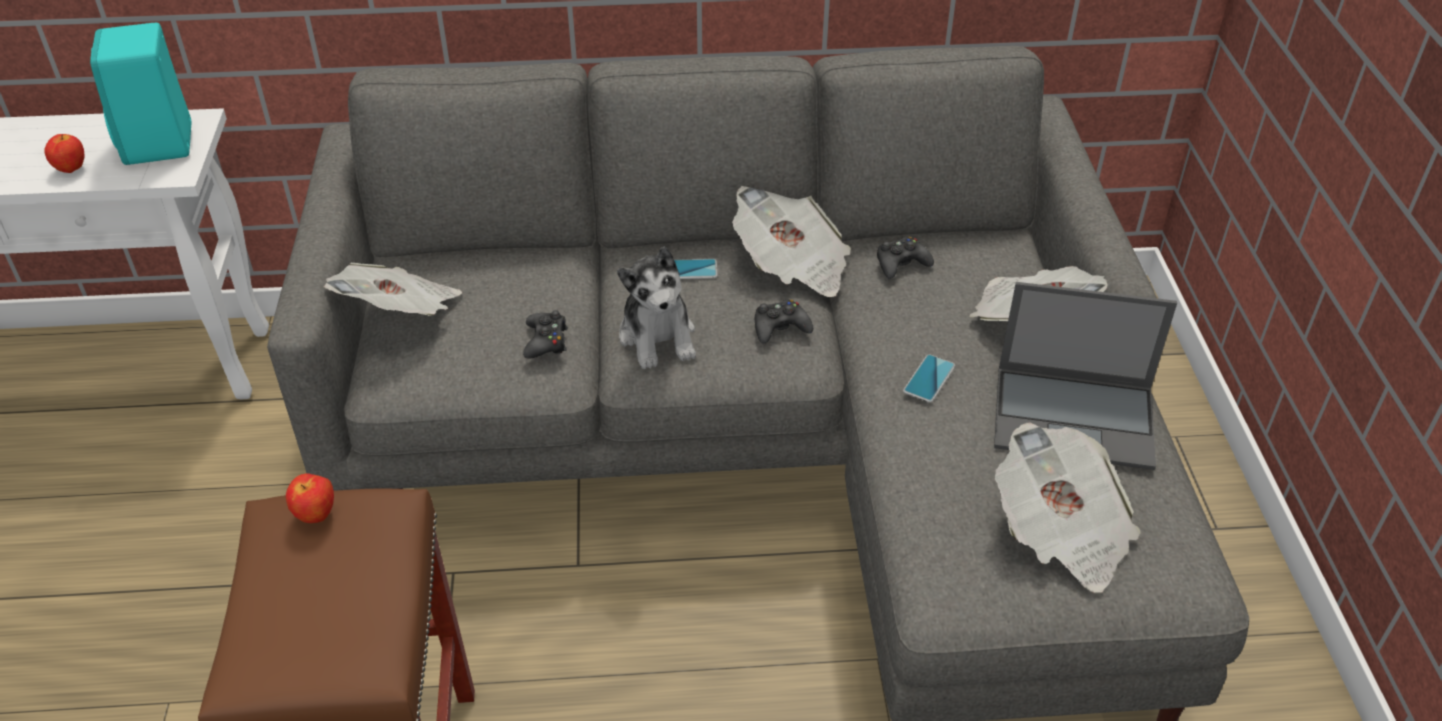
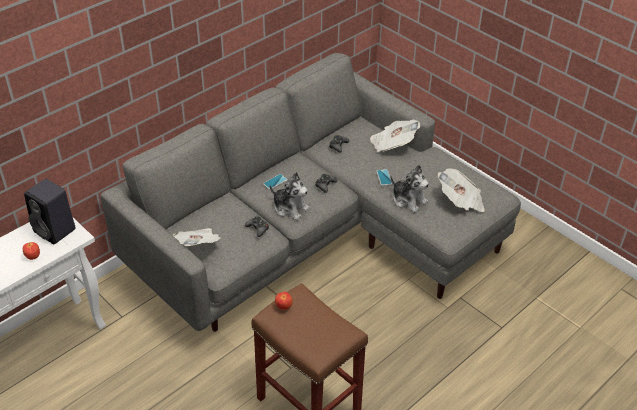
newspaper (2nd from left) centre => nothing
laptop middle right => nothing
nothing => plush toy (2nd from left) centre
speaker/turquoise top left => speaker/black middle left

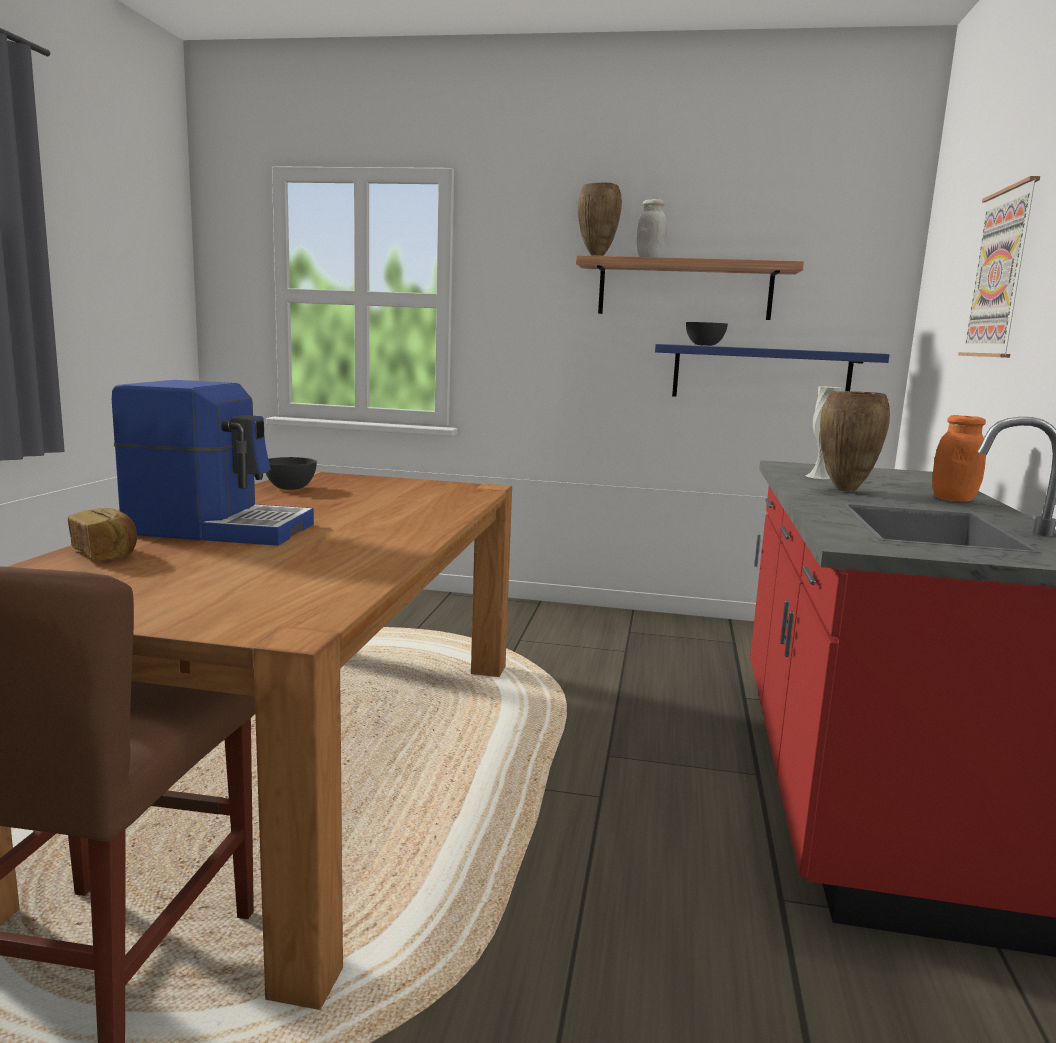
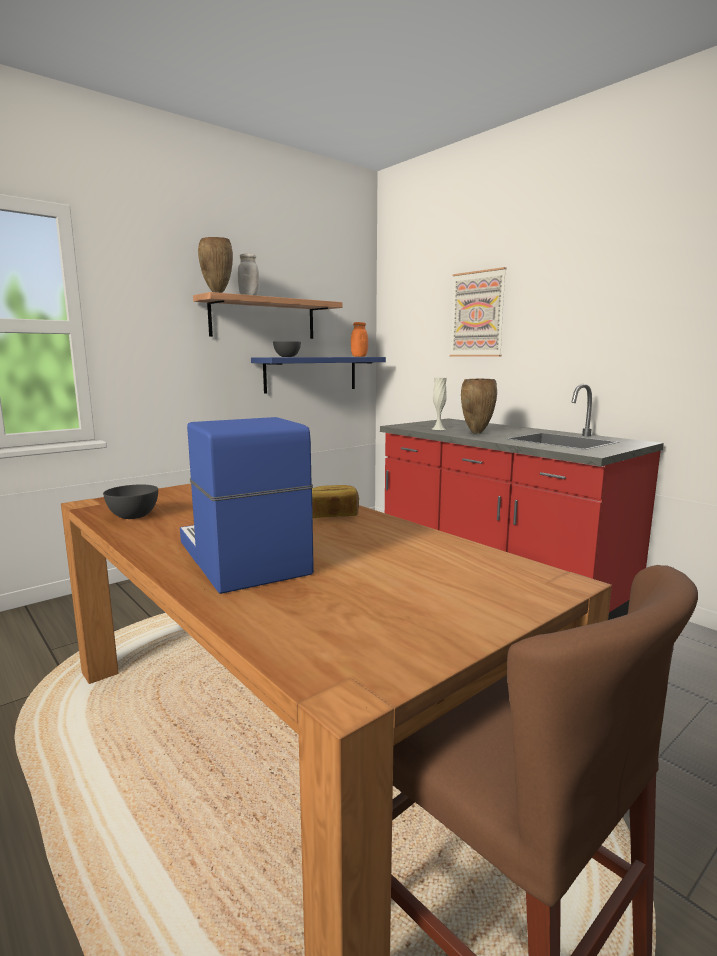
bread middle left => bread centre, moved
jar/orange middle right => jar/orange centre, moved
coffee machine middle left => coffee machine centre, 75 degrees counterclockwise

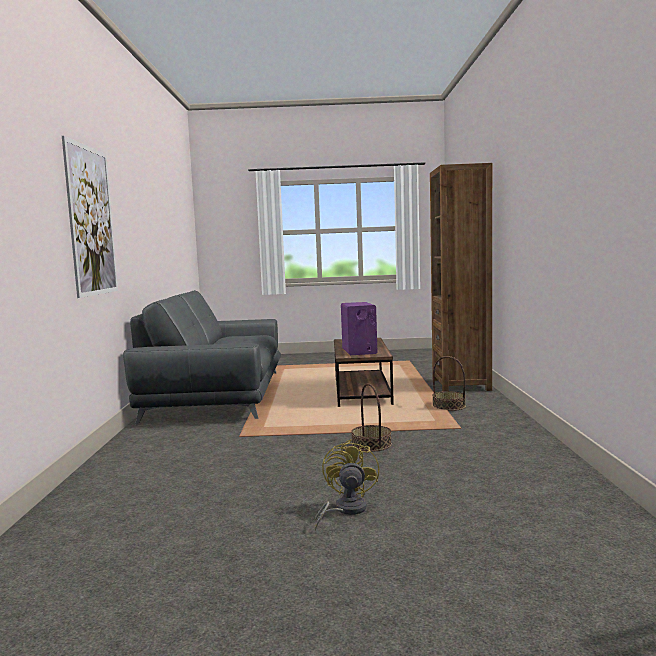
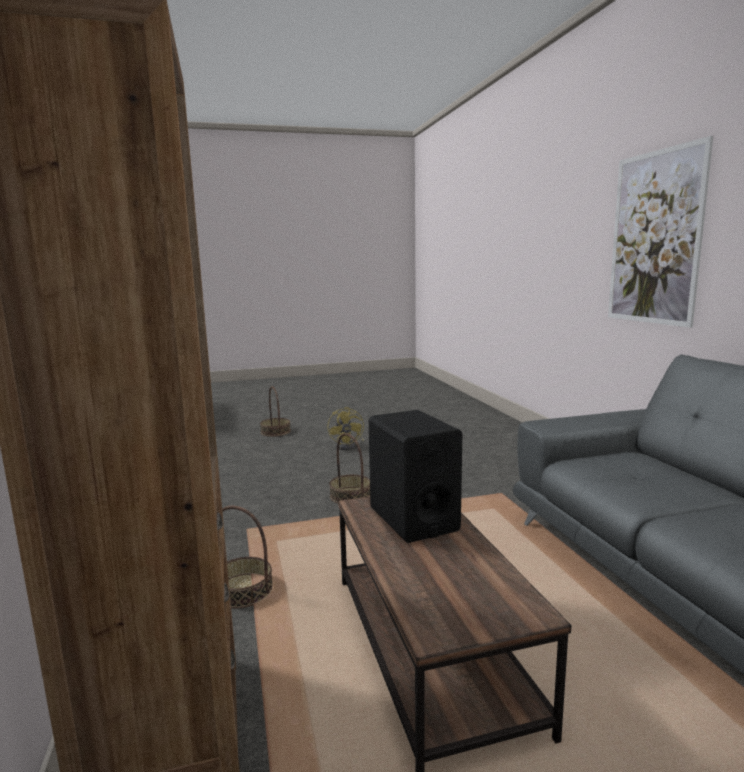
nothing => basket (2nd from left) centre
speaker/purple centre => speaker/black centre

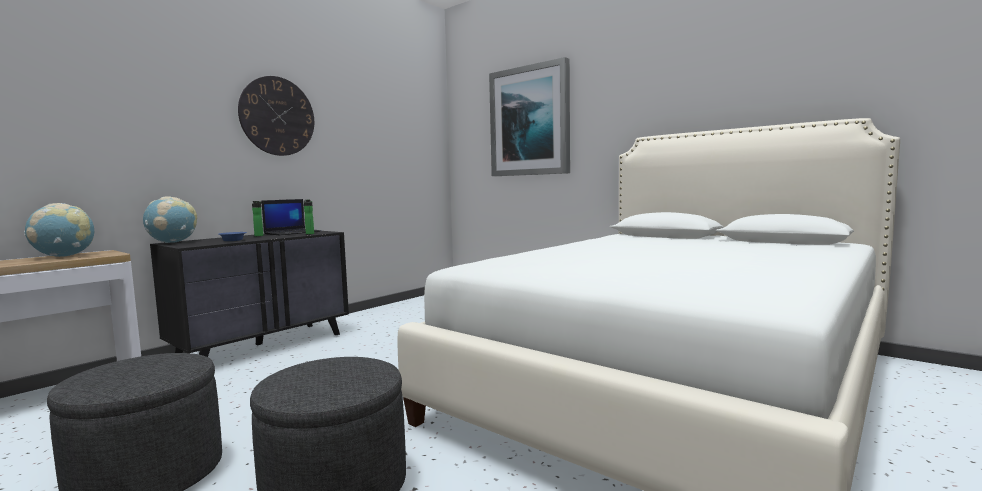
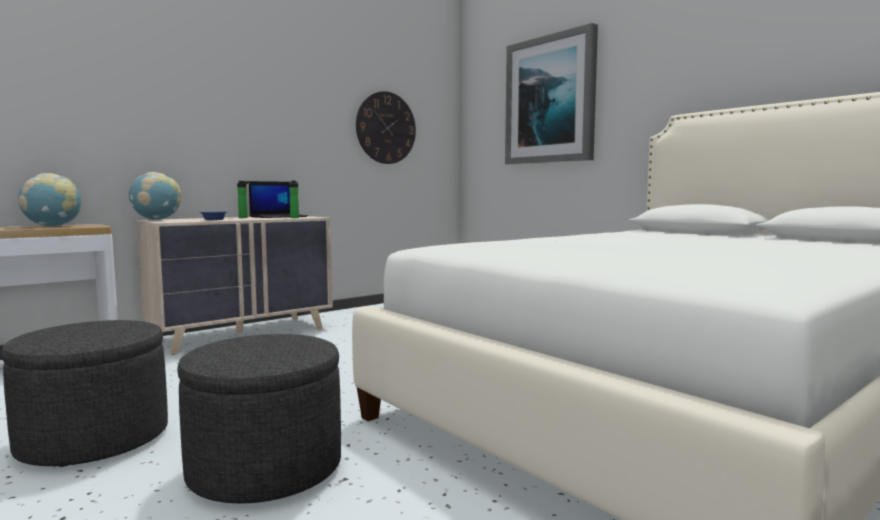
wall clock top left => wall clock top centre, moved
dresser/black middle left => dresser/beige middle left

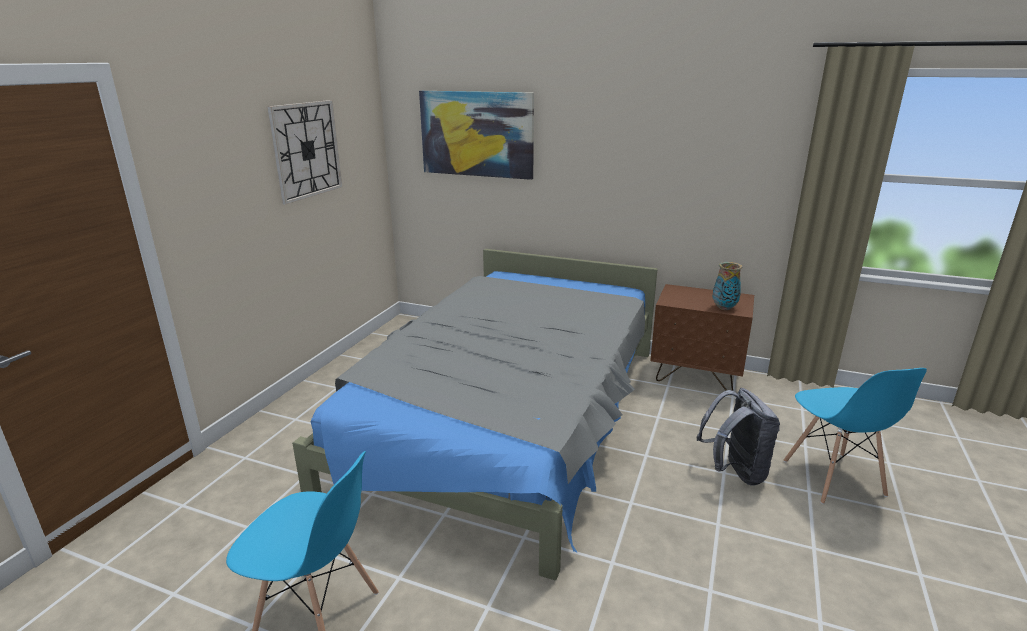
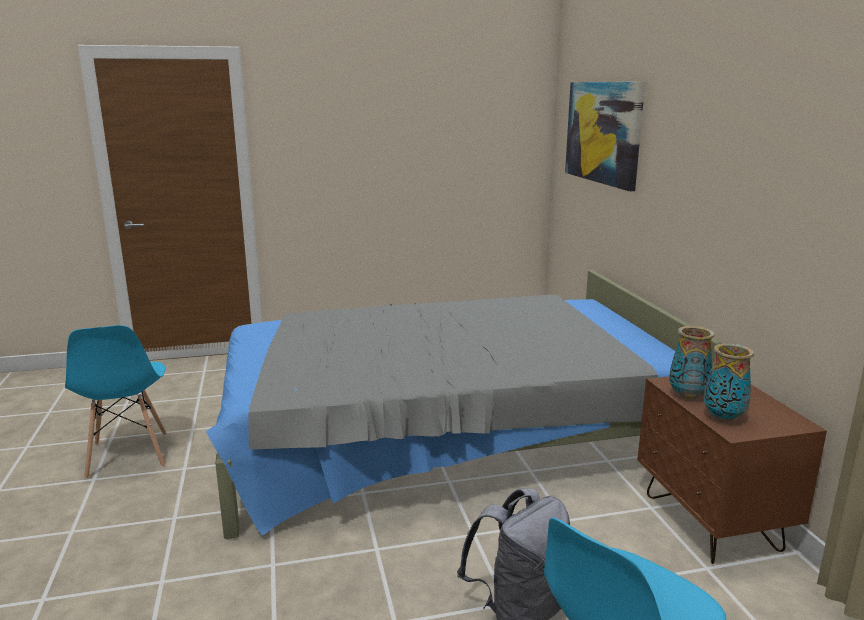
wall clock top left => nothing
nothing => vase (1st from left) middle right

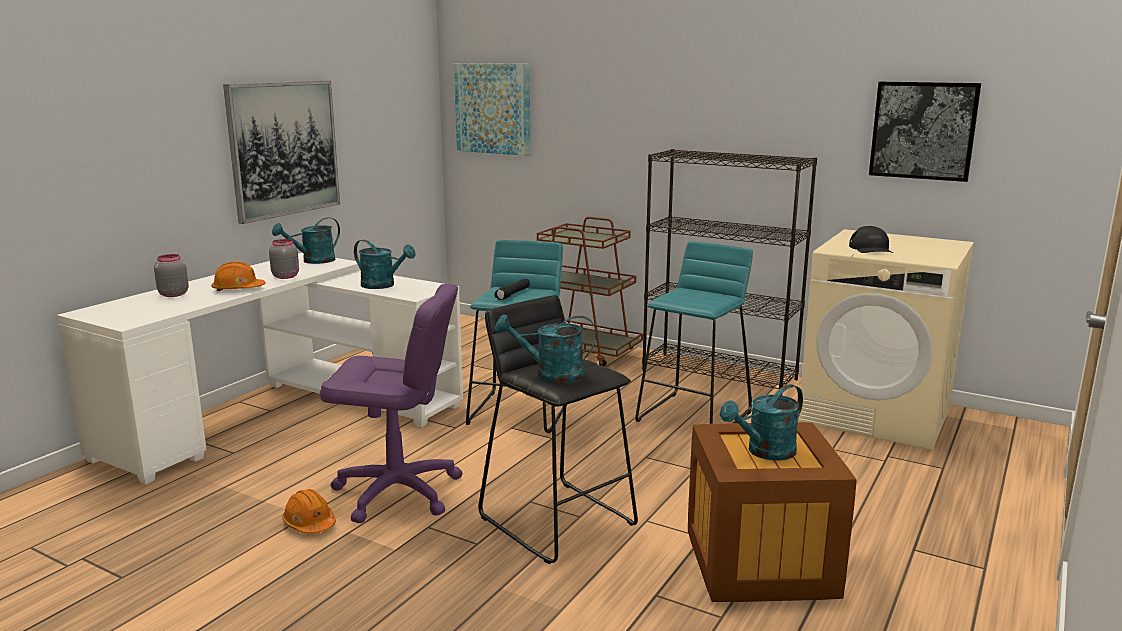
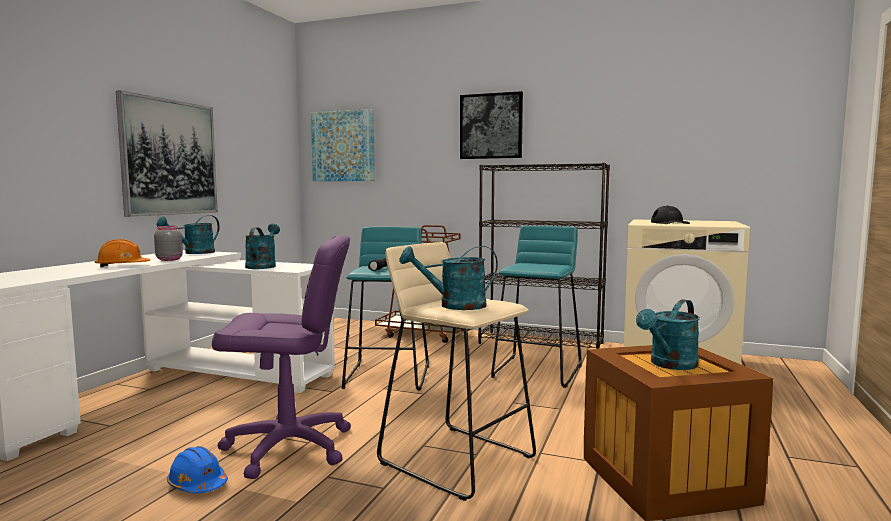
jar/grey (1st from left) middle left => nothing
picture (3rd from left) top right => picture (3rd from left) top centre, moved
hard hat/orange (2nd from left) bottom left => hard hat/blue bottom left
stool/black bottom centre => stool/beige bottom centre
watering can/turquoise (2nd from left) centre => watering can/turquoise (2nd from left) middle left, 105 degrees counterclockwise

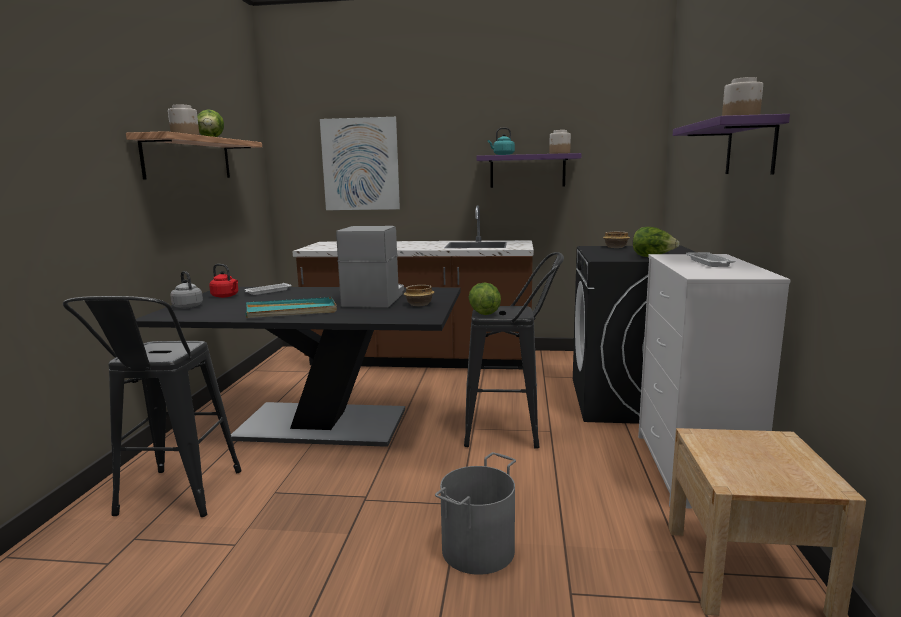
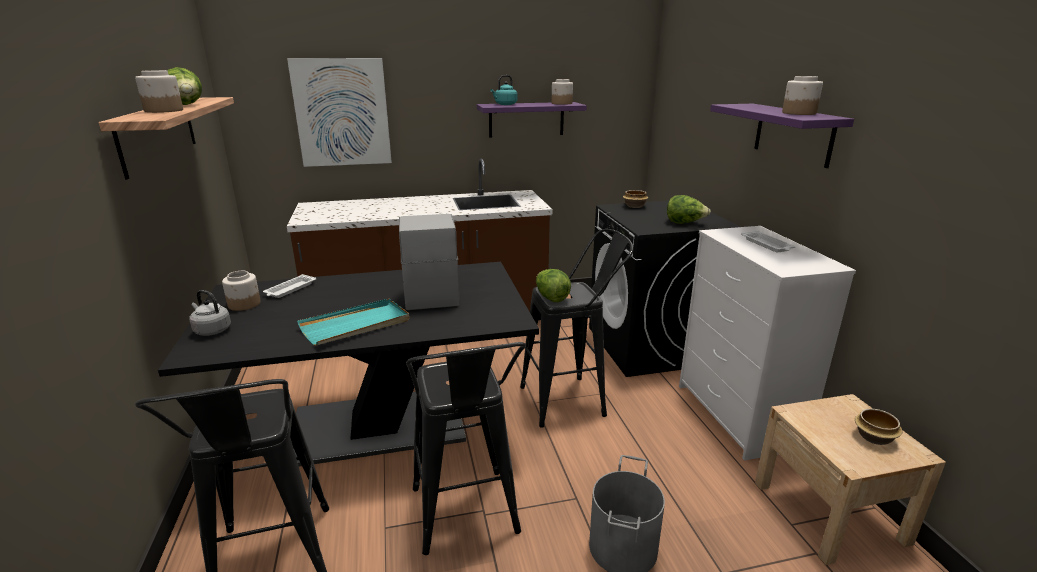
nothing => stool/black (2nd from left) bottom centre
bowl (1st from left in the first image) centre => bowl (2nd from left) bottom right, moved
kettle/red middle left => jar (2nd from left) middle left

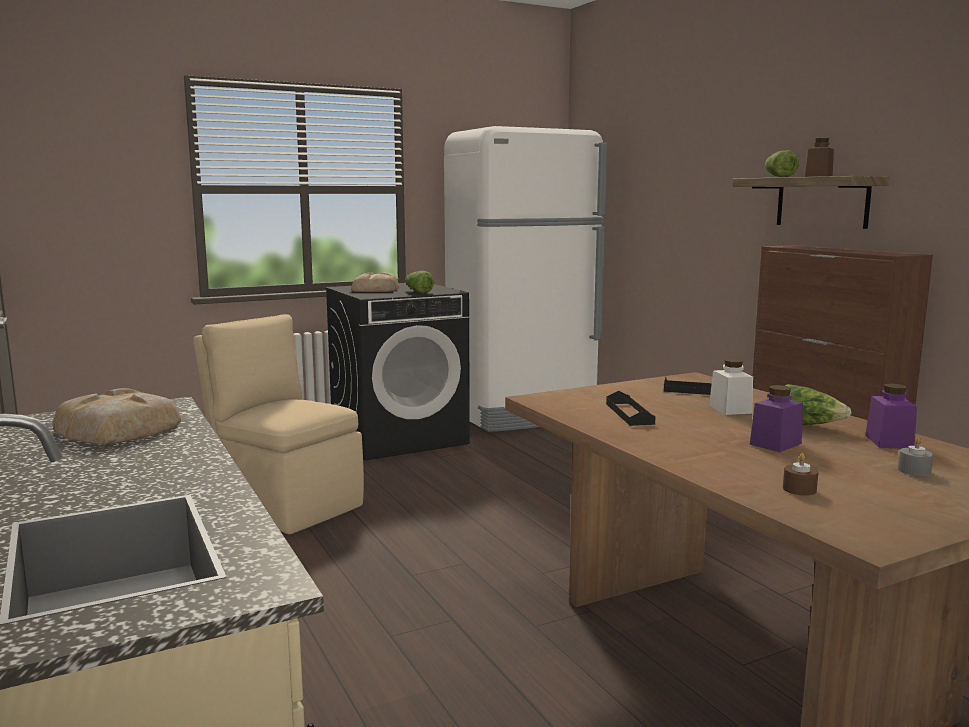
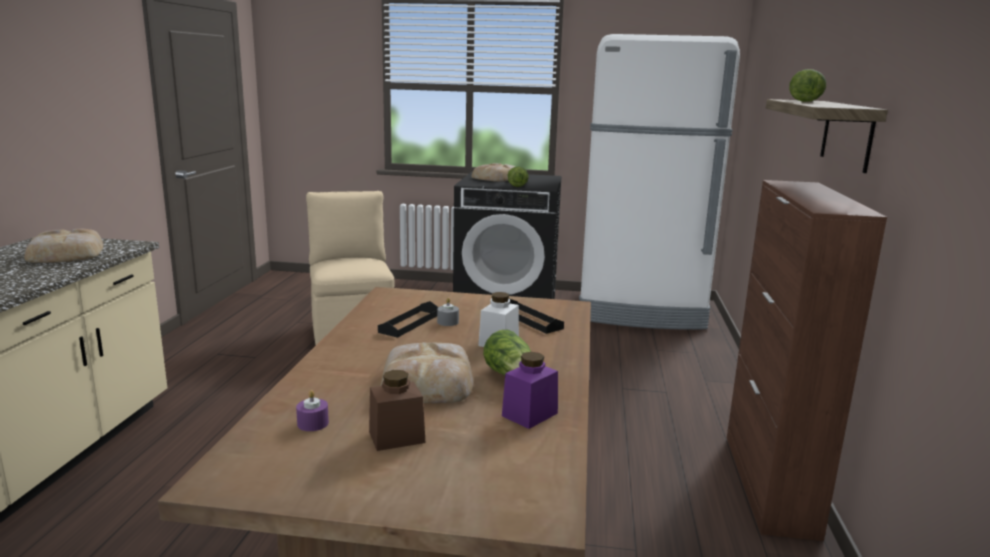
jar/brown top right => jar/brown bottom centre, moved
candle/grey middle right => candle/grey centre, moved
jar/purple (1st from left) middle right => bread (2nd from left) bottom centre
candle/brown middle right => candle/purple bottom left

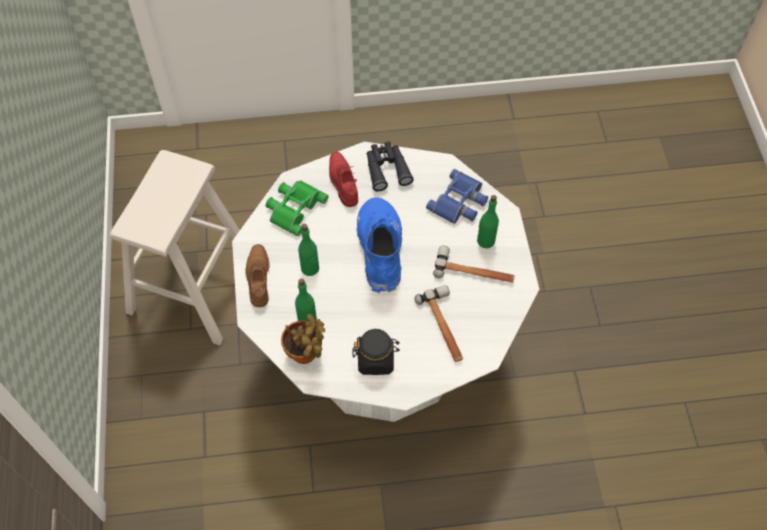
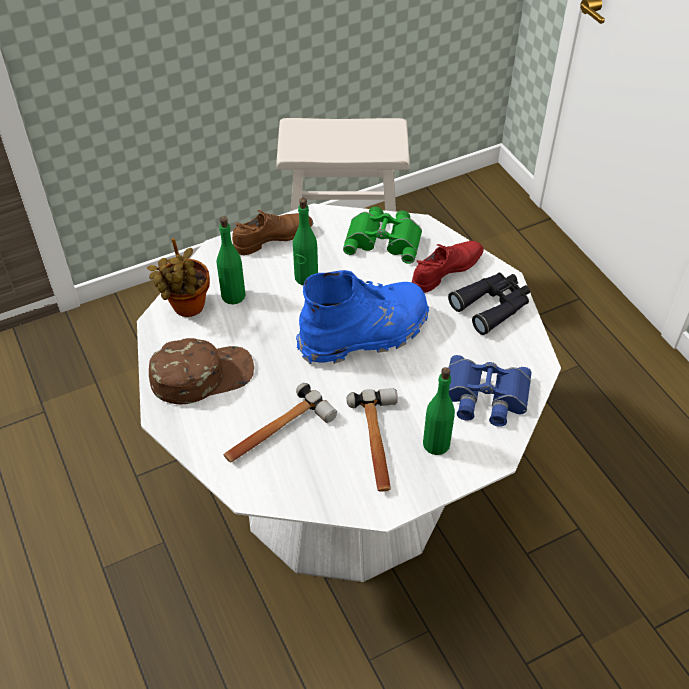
jar/black centre => cap/brown middle left

